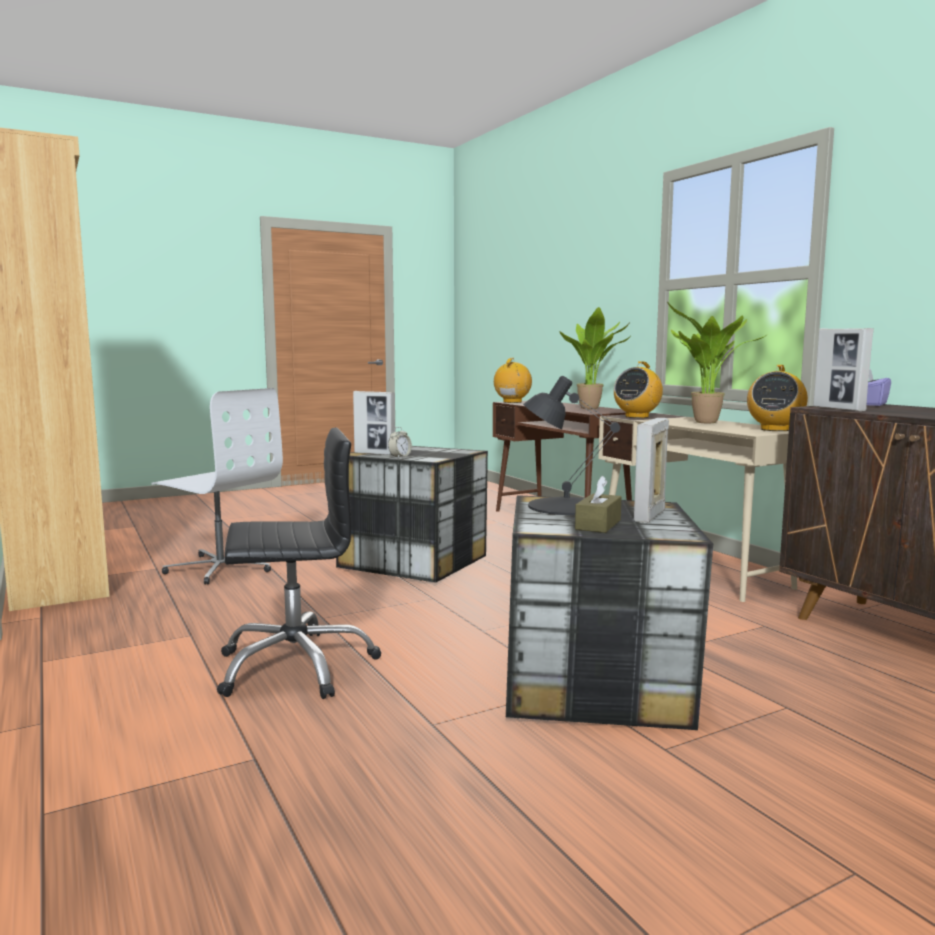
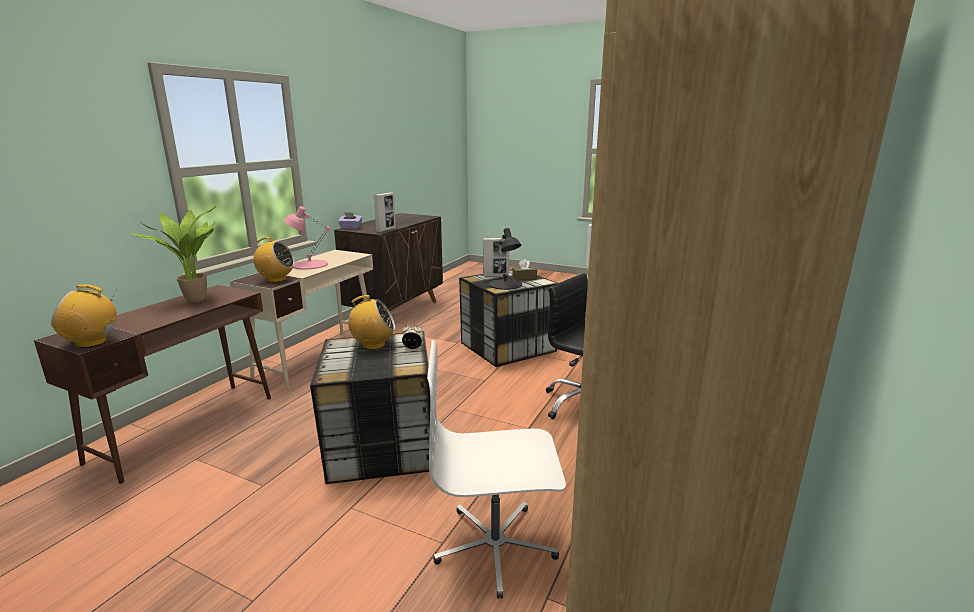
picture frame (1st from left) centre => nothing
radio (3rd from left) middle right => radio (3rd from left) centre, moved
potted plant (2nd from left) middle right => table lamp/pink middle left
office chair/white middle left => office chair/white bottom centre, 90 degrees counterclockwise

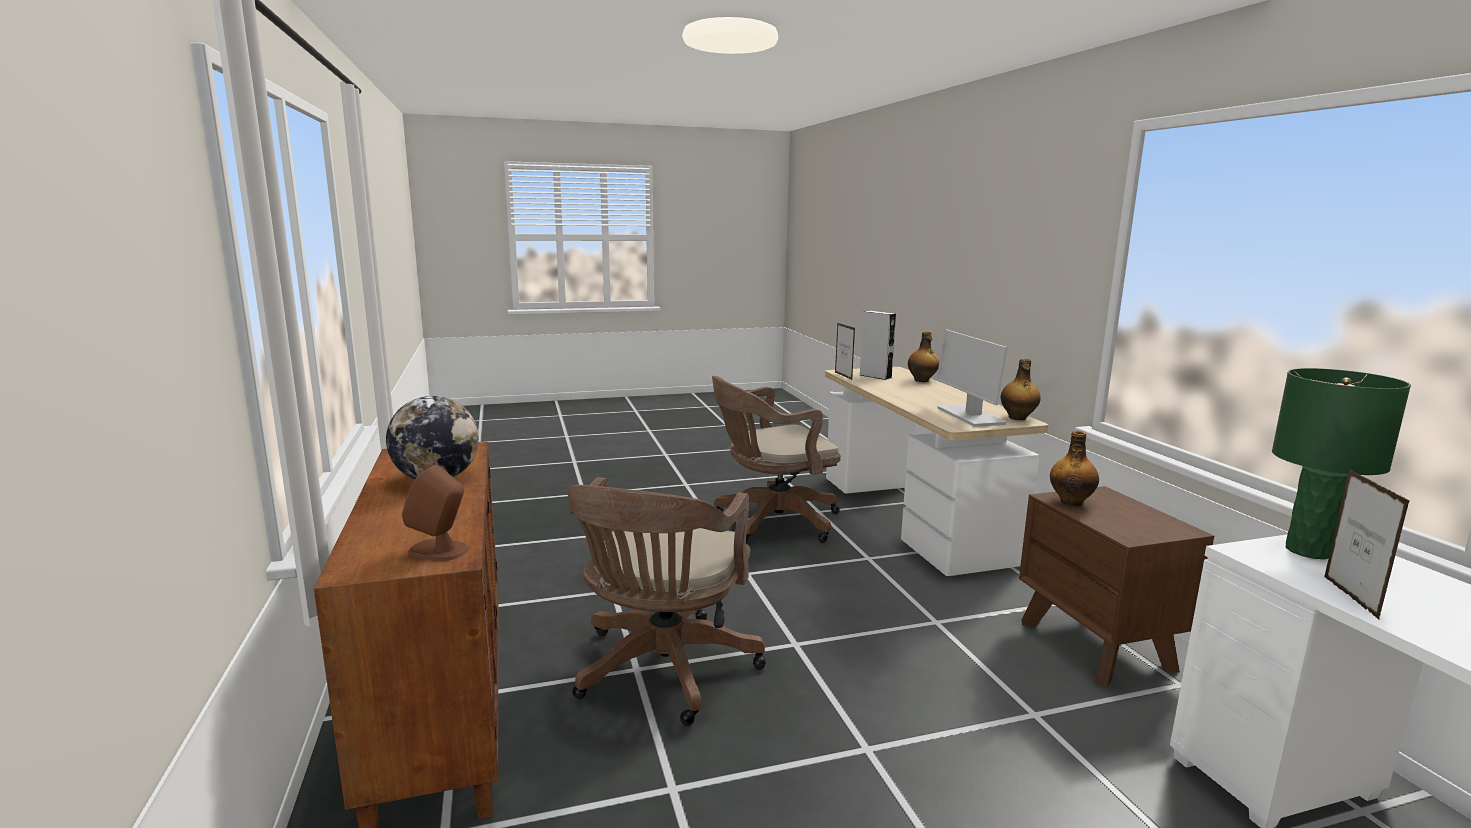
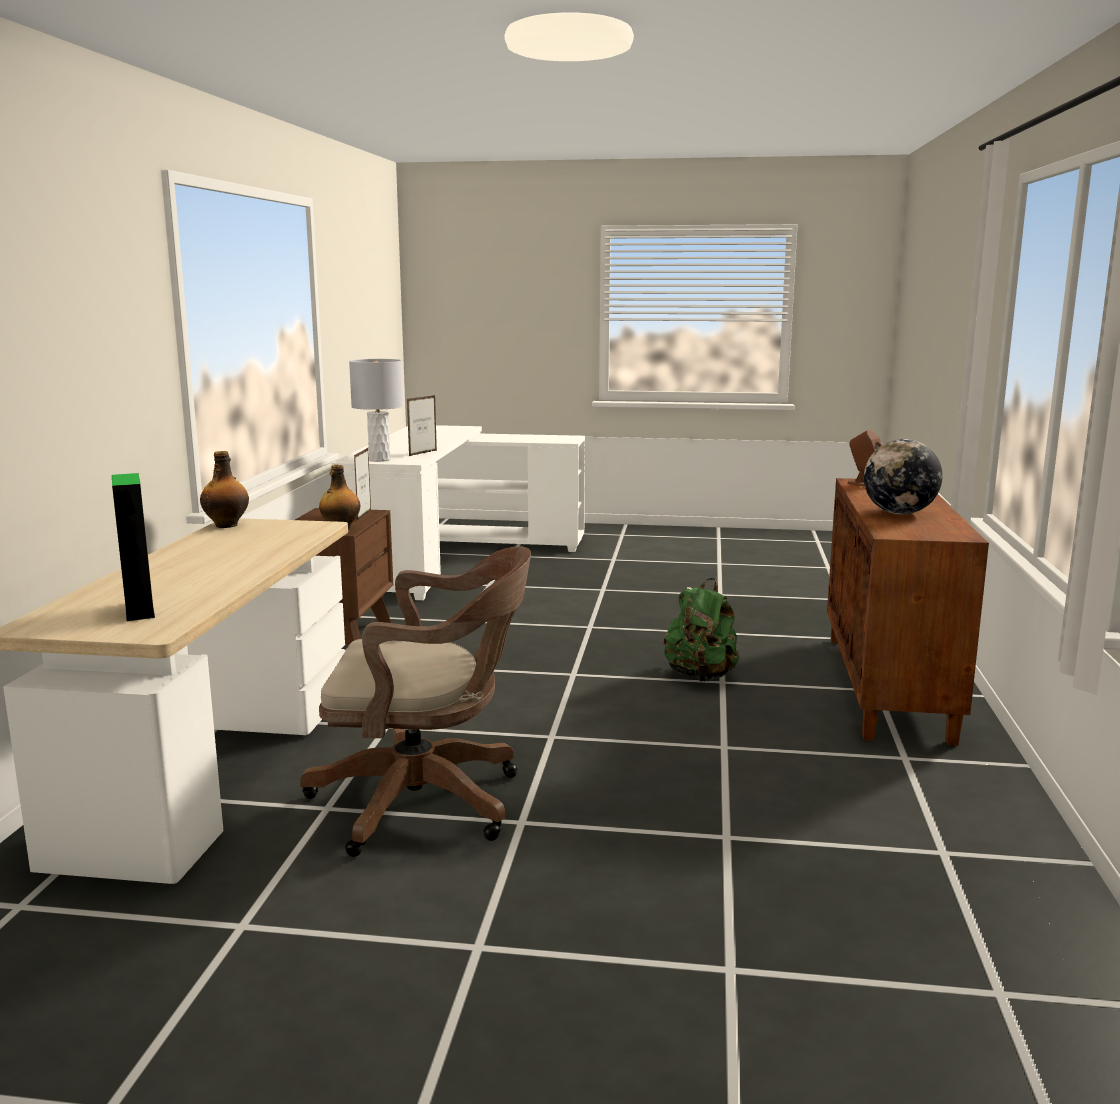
bottle (1st from left) centre => nothing
monitor centre => nothing
picture frame (1st from left) centre => picture frame (1st from left) middle left, moved
office chair/brown (1st from left) bottom centre => backpack/green centre
speaker/grey centre => speaker/green middle left
table lamp/green middle right => table lamp/grey centre

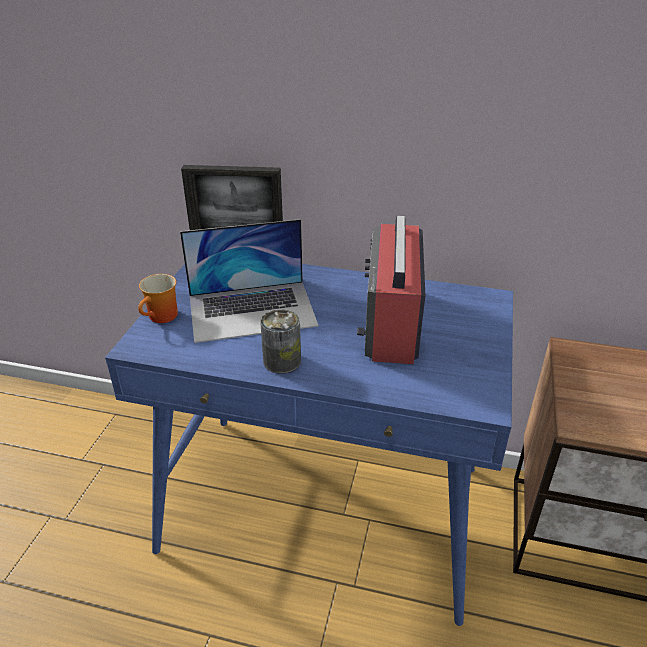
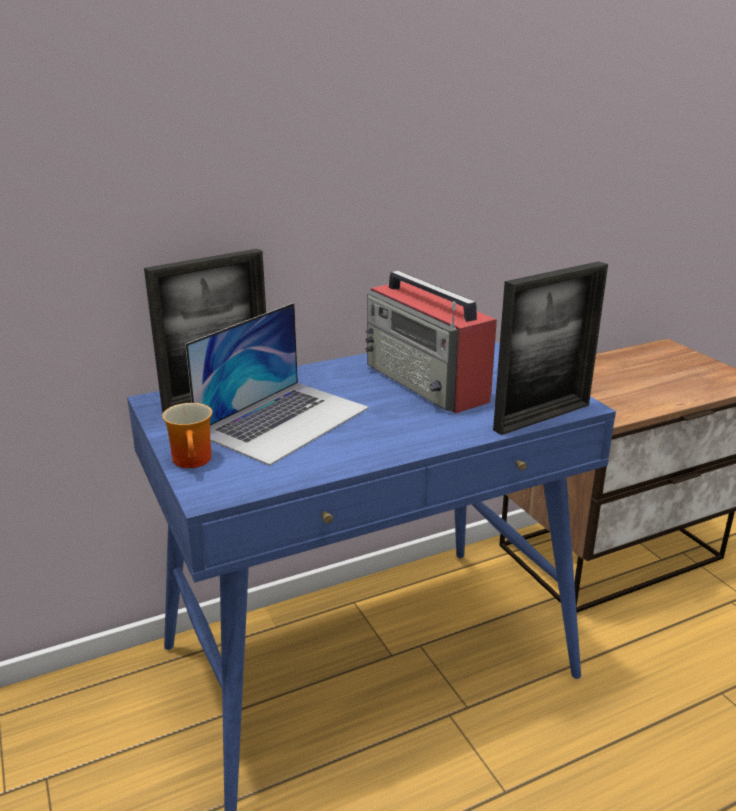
can centre => nothing
nothing => picture frame (2nd from left) middle right

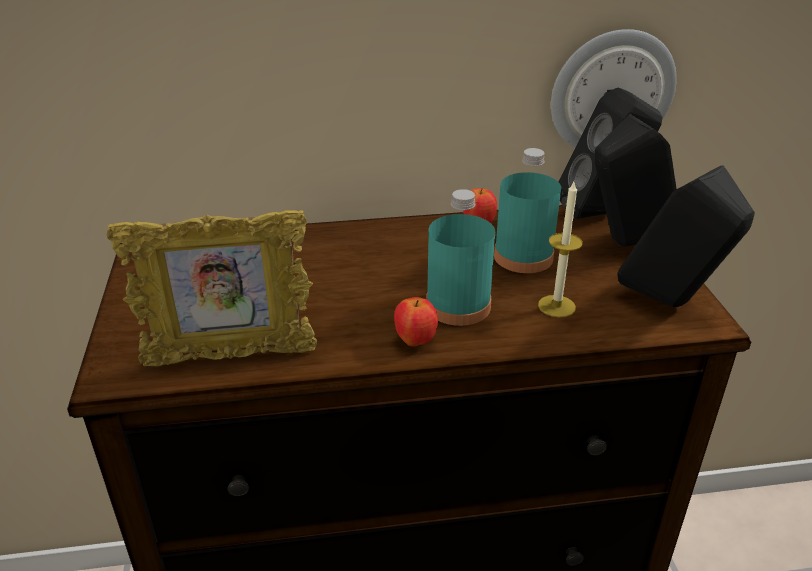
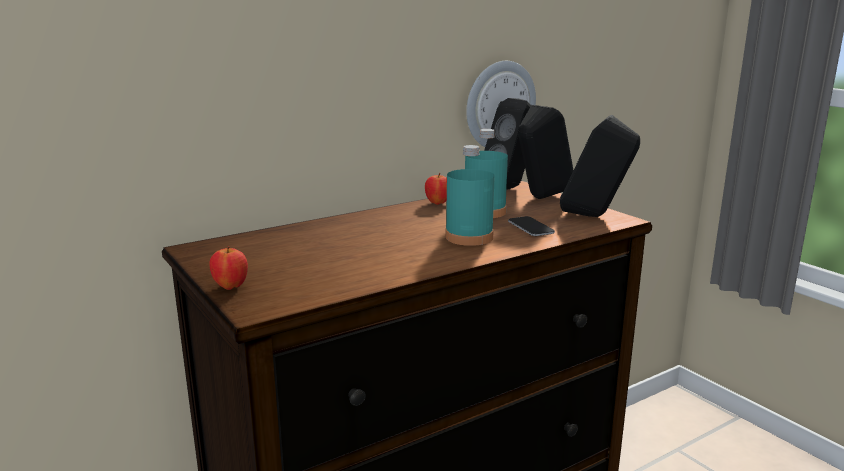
picture frame middle left => nothing
apple (1st from left) centre => apple (1st from left) middle left, moved
candle middle right => phone centre

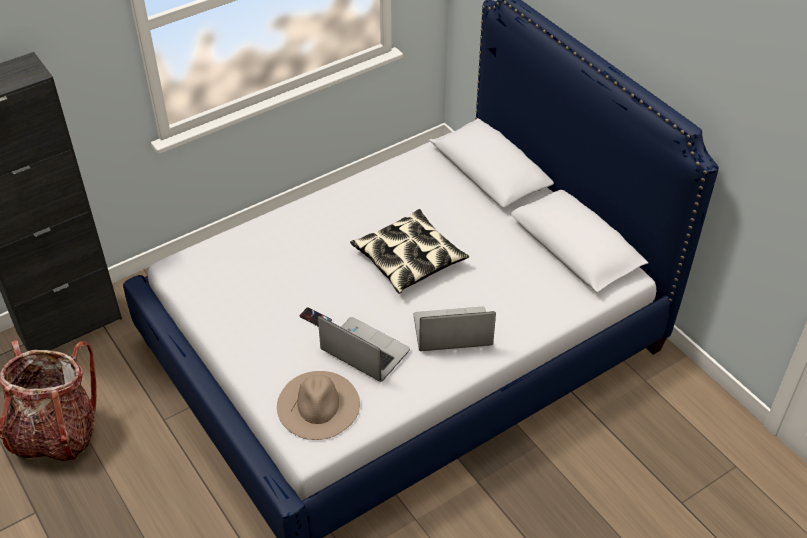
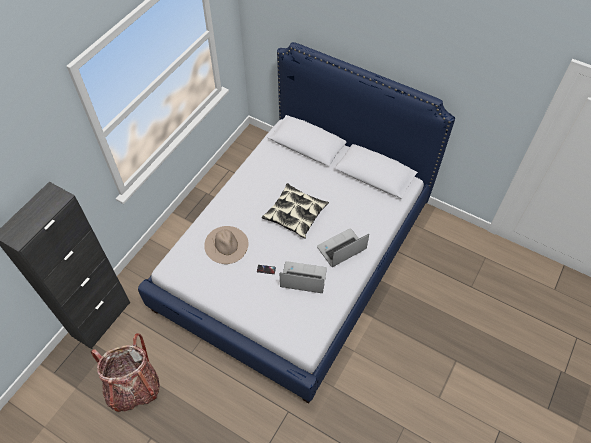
hat/beige bottom centre => hat/beige centre, moved

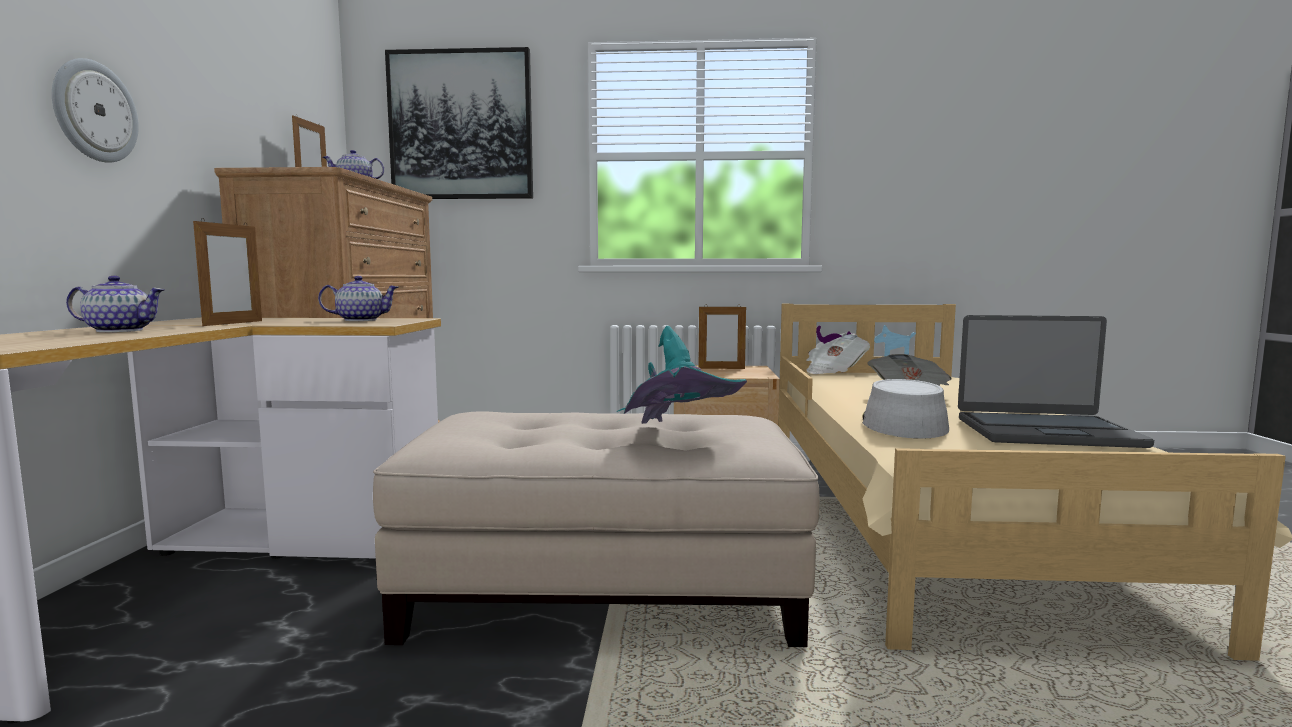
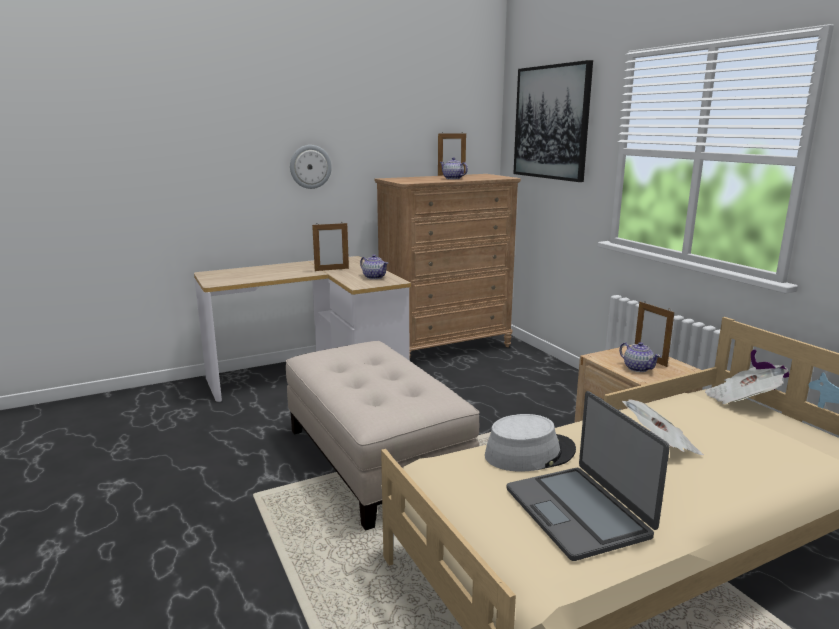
hat/turquoise centre => nothing
teapot (1st from left in the first image) middle left => teapot (3rd from left) middle right, moved

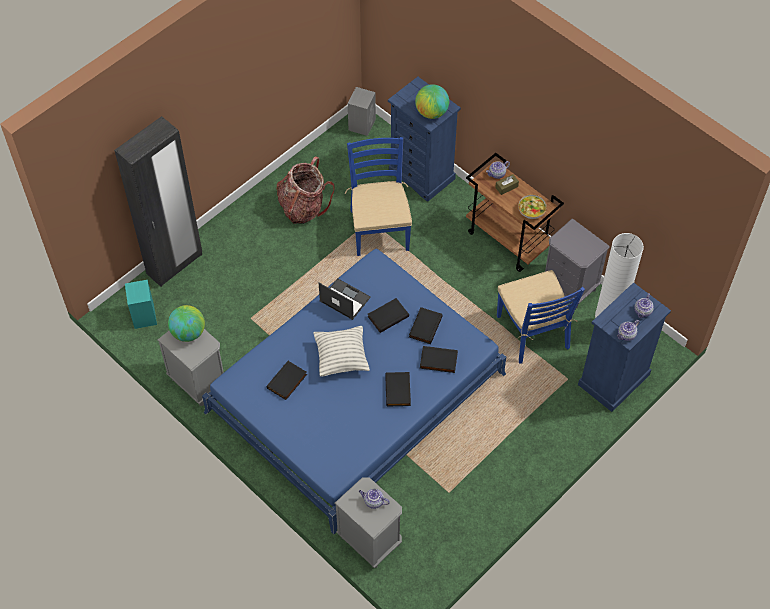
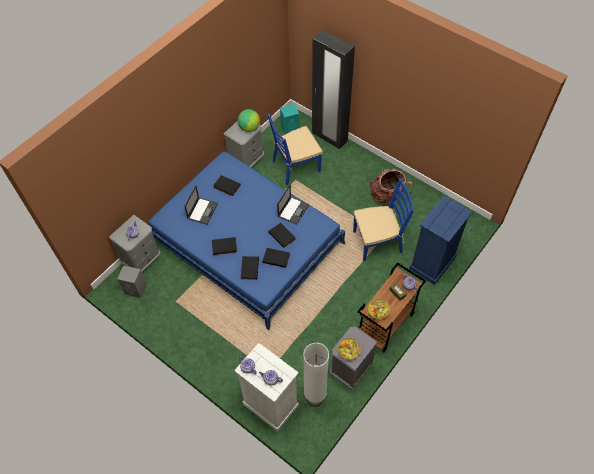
pillow centre => nothing
globe (2nd from left) top centre => nothing
nothing => laptop (1st from left) centre
nothing => bowl (1st from left) bottom centre
speaker/grey top centre => speaker/grey middle left, moved
chair/blue (2nd from left in the first image) middle right => chair/blue (1st from left) top centre, moved
dresser/blue (2nd from left) middle right => dresser/white bottom centre

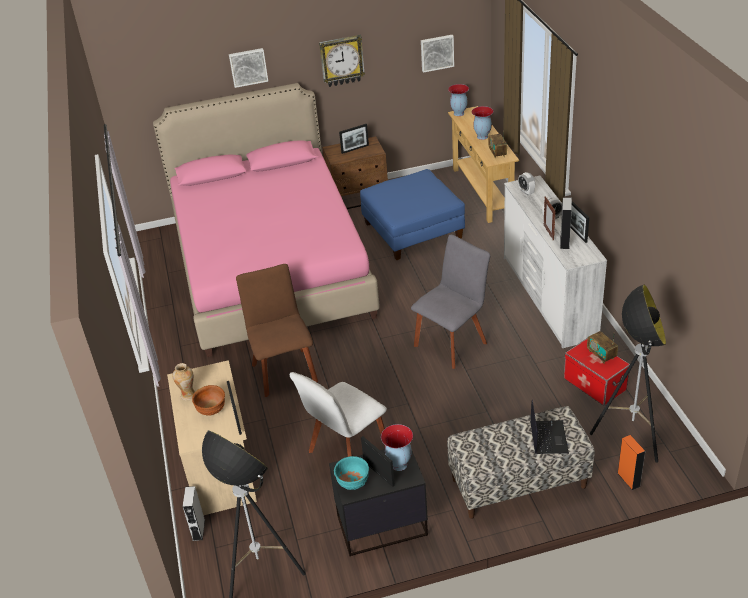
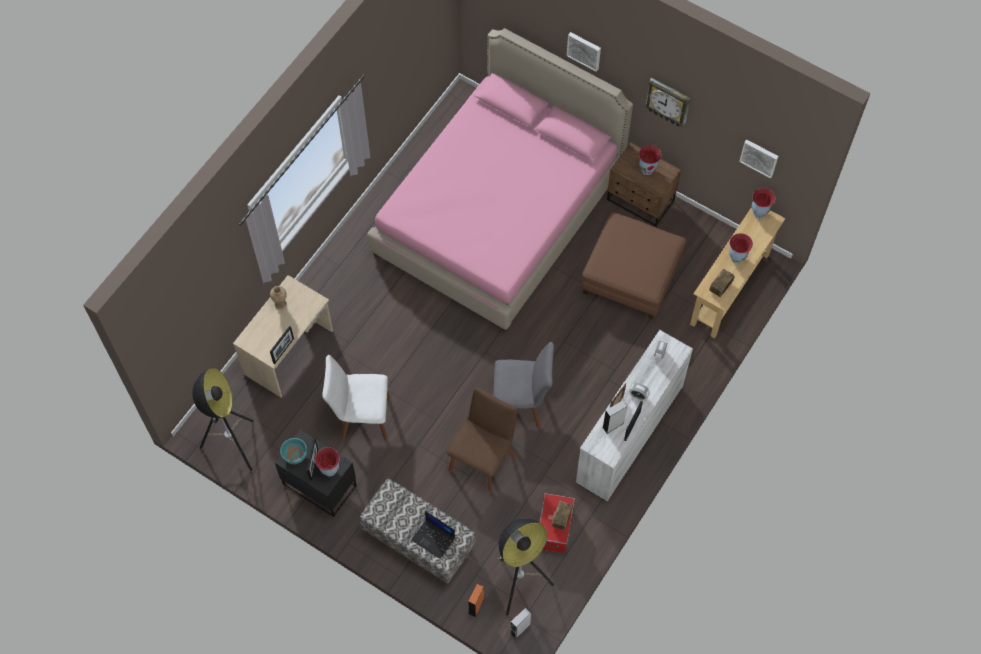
bowl/brown bottom left => nothing
speaker/grey (1st from left) bottom left => speaker/grey (1st from left) bottom centre, moved
chair/brown centre => chair/brown bottom centre, moved
picture frame (2nd from left) top centre => vase (3rd from left) top centre
ottoman/blue centre => ottoman/brown centre
laptop bottom right => laptop bottom centre, 75 degrees clockwise

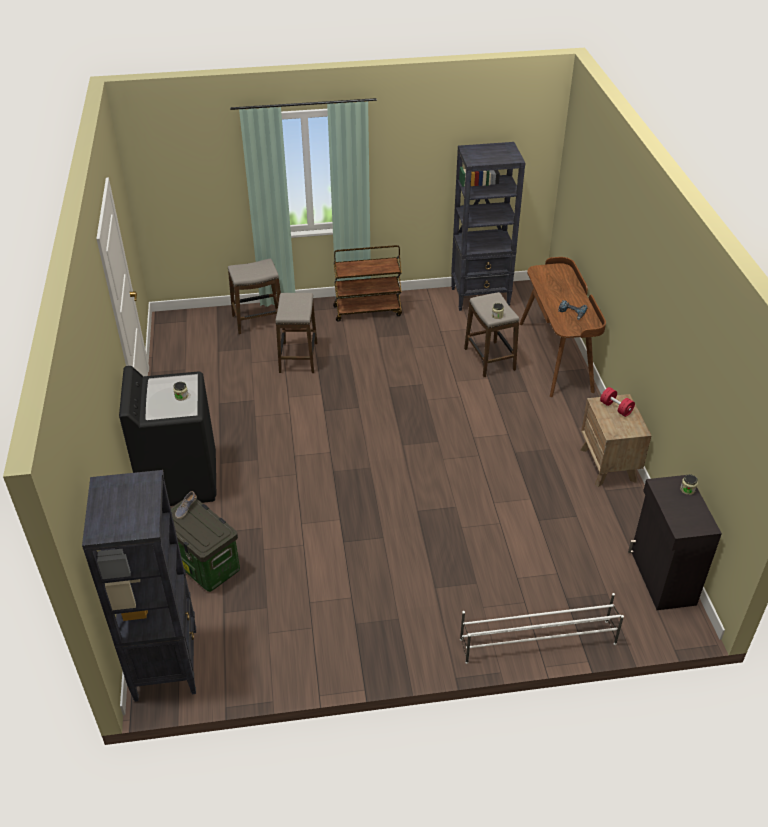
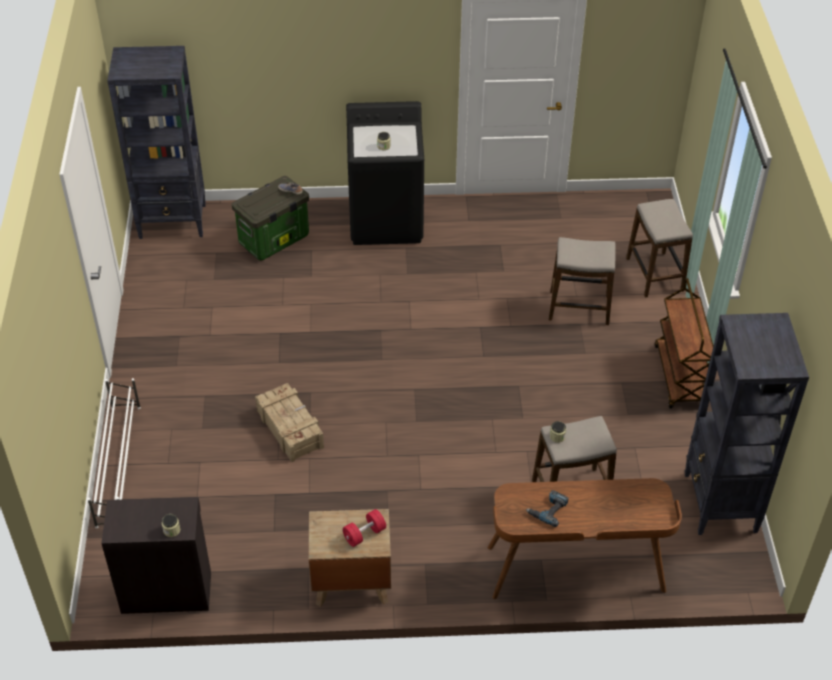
nothing => crate centre

